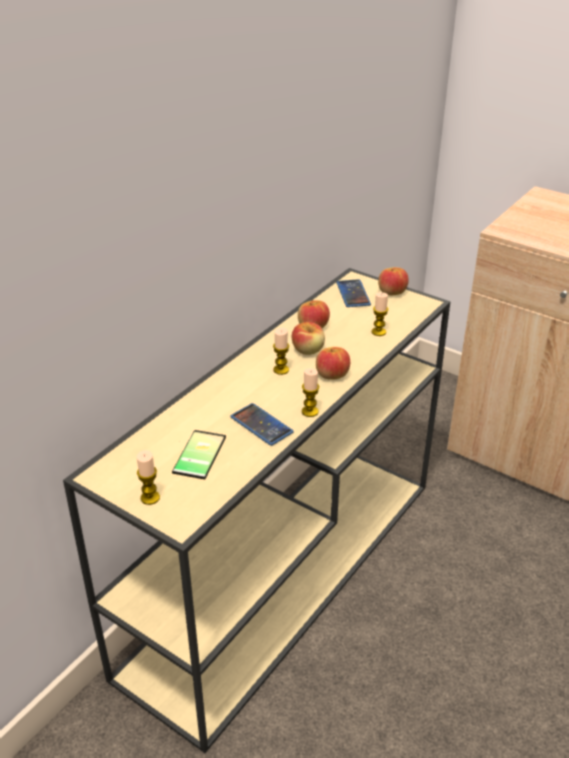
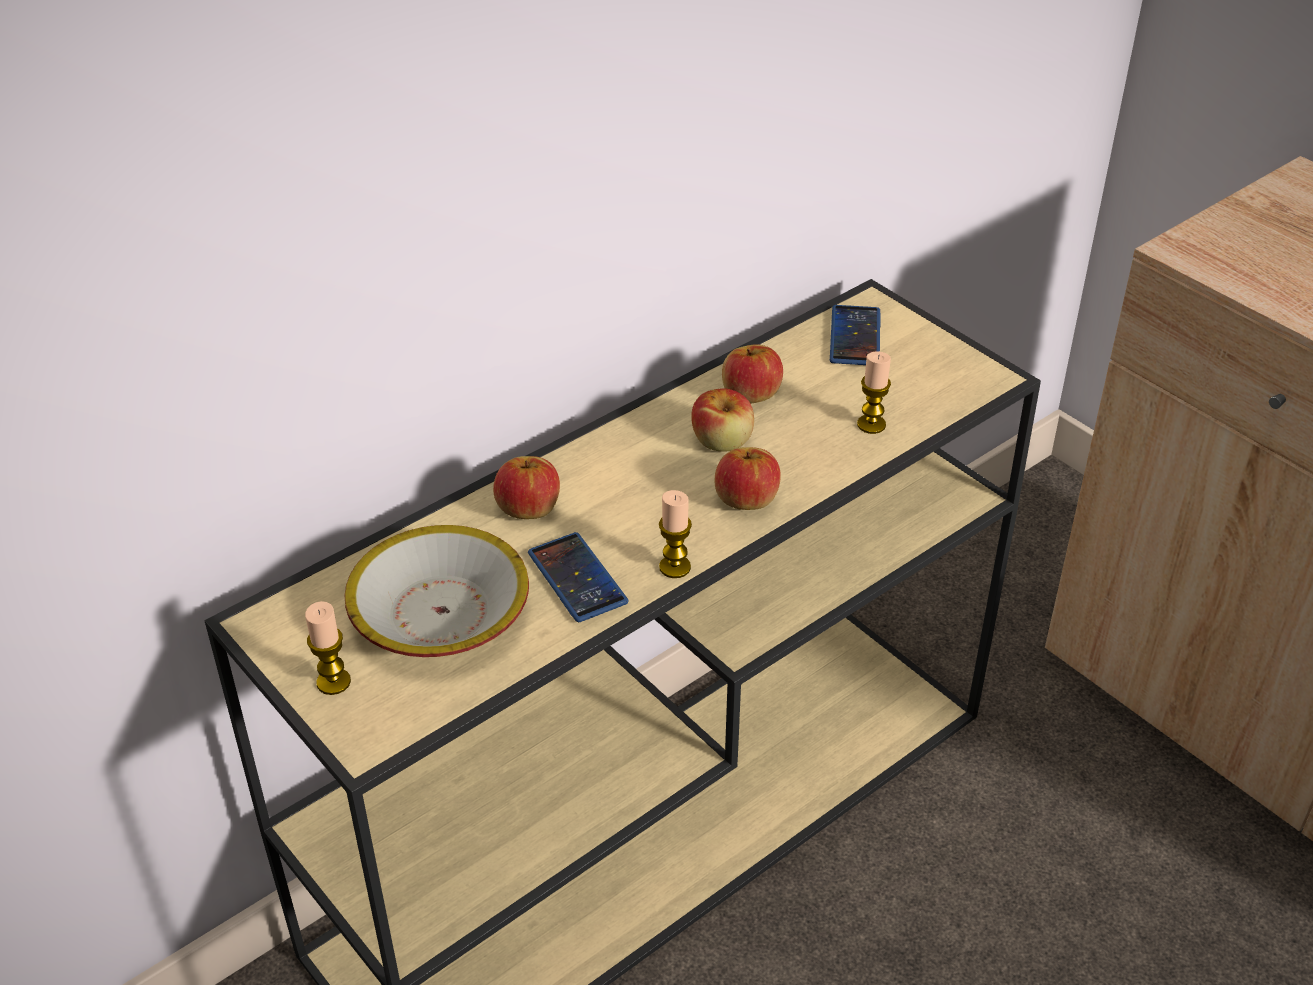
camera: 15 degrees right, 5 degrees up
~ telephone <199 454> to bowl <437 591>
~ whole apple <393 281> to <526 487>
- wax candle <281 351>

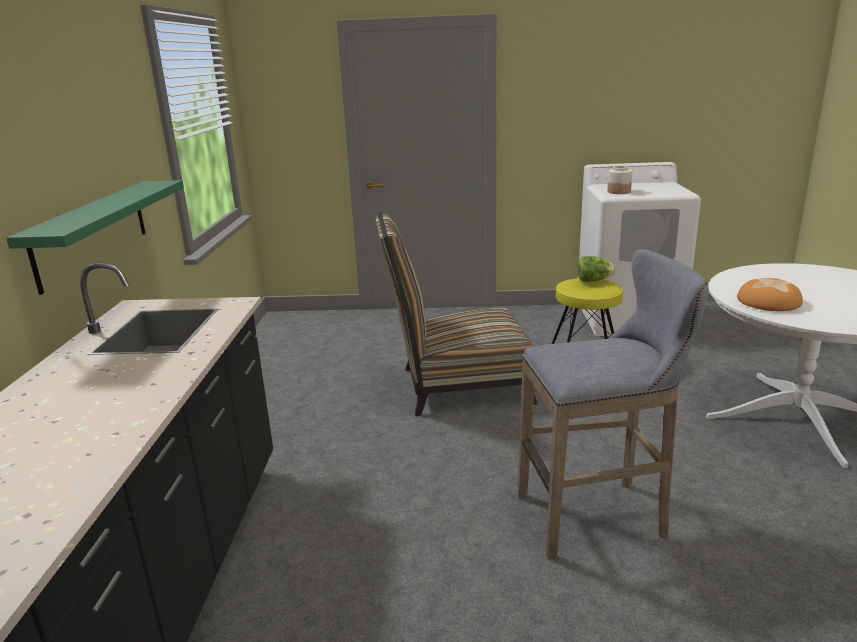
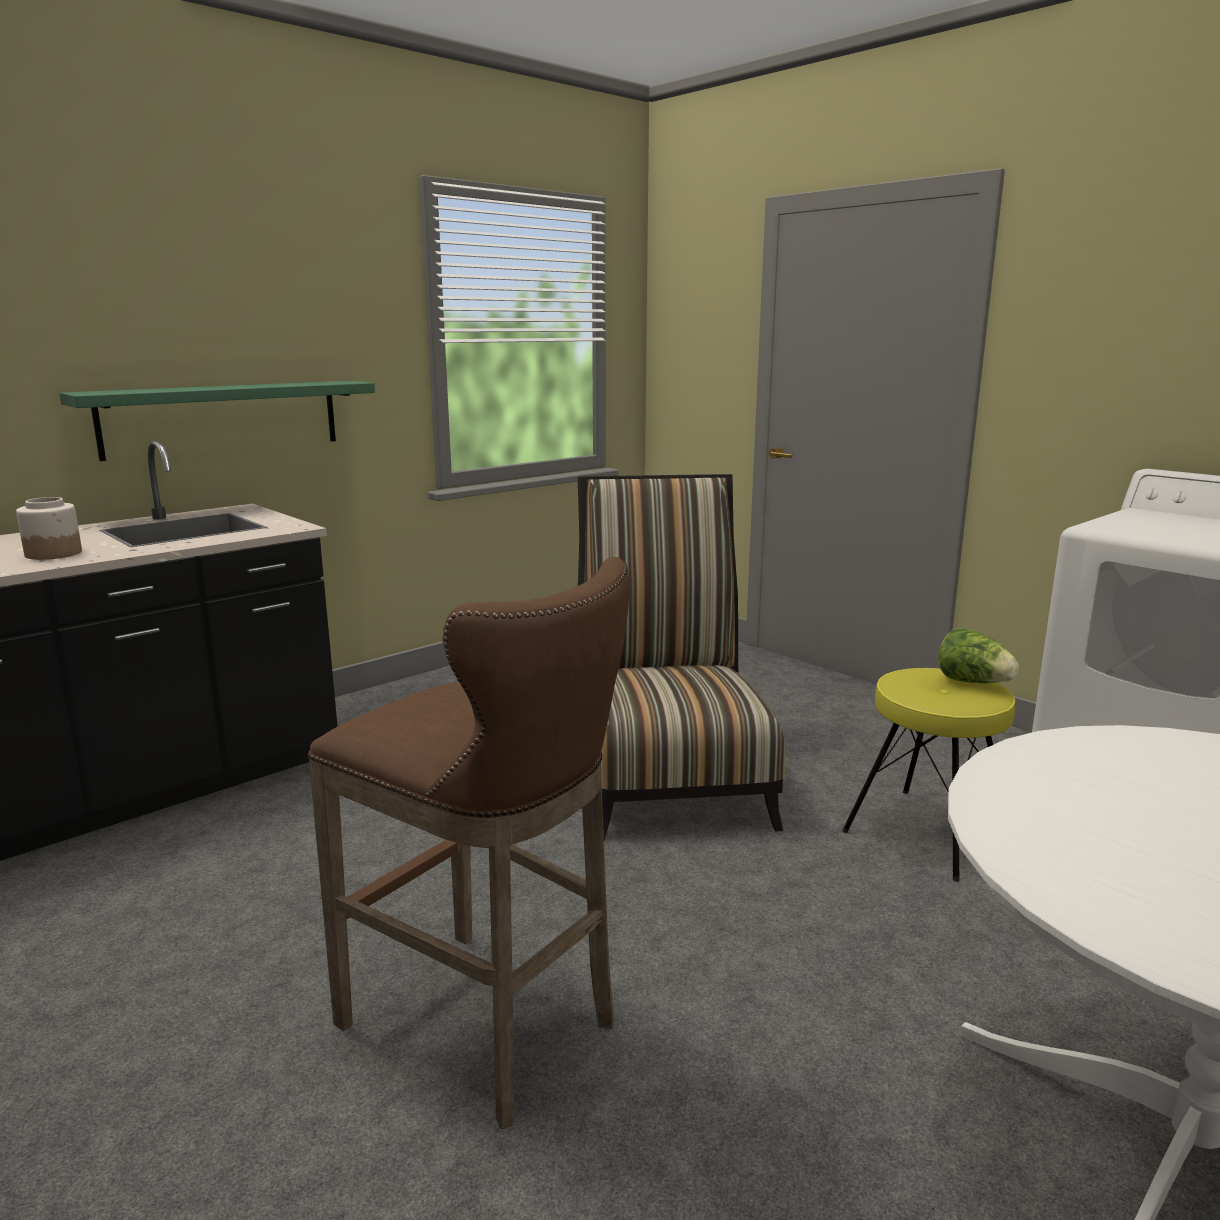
camera: 45 degrees right, 5 degrees down
~ jar <619 180> to <49 528>
~ stool seat (grey) <613 404> to stool seat (brown) <469 843>
~ chair <457 314> = <681 657> 45 degrees clockwise
- bread <770 294>

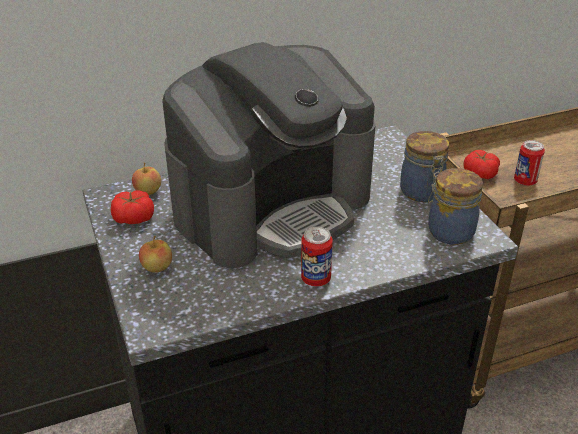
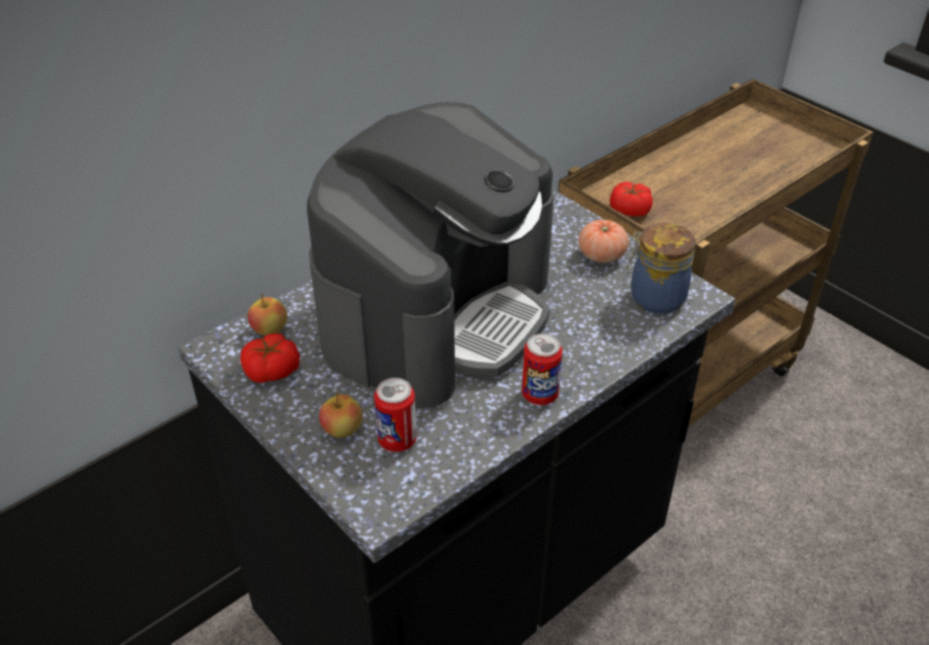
camera: 20 degrees left, 5 degrees up
~ can <529 163> to <395 415>
~ jar <424 166> to tomato <603 241>

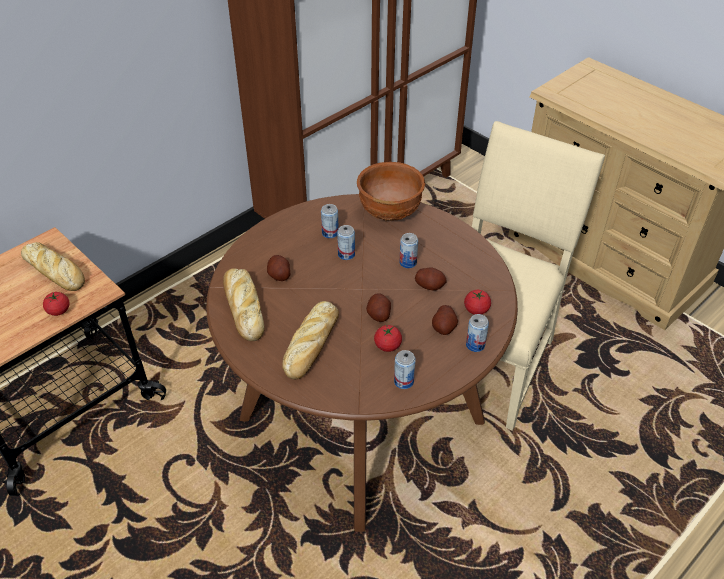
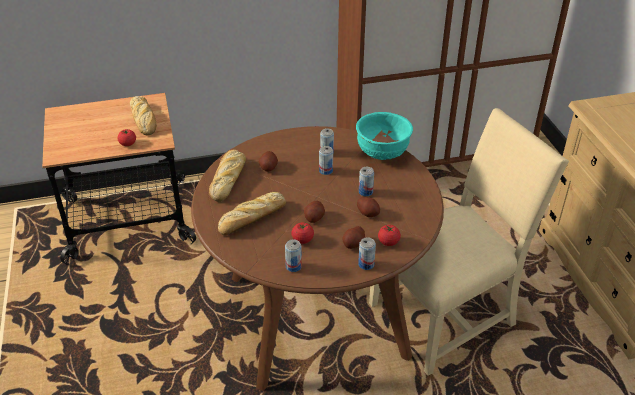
camera: 30 degrees right, 5 degrees down
~ bowl (brown) <391 191> to bowl (turquoise-coloured) <384 136>

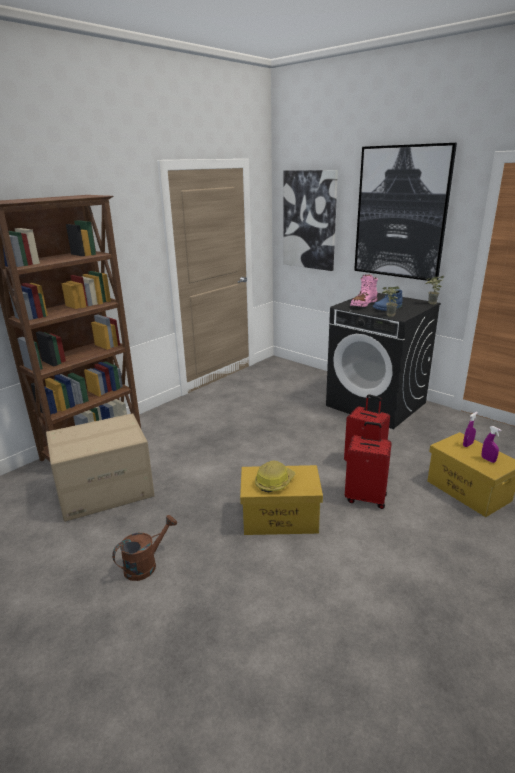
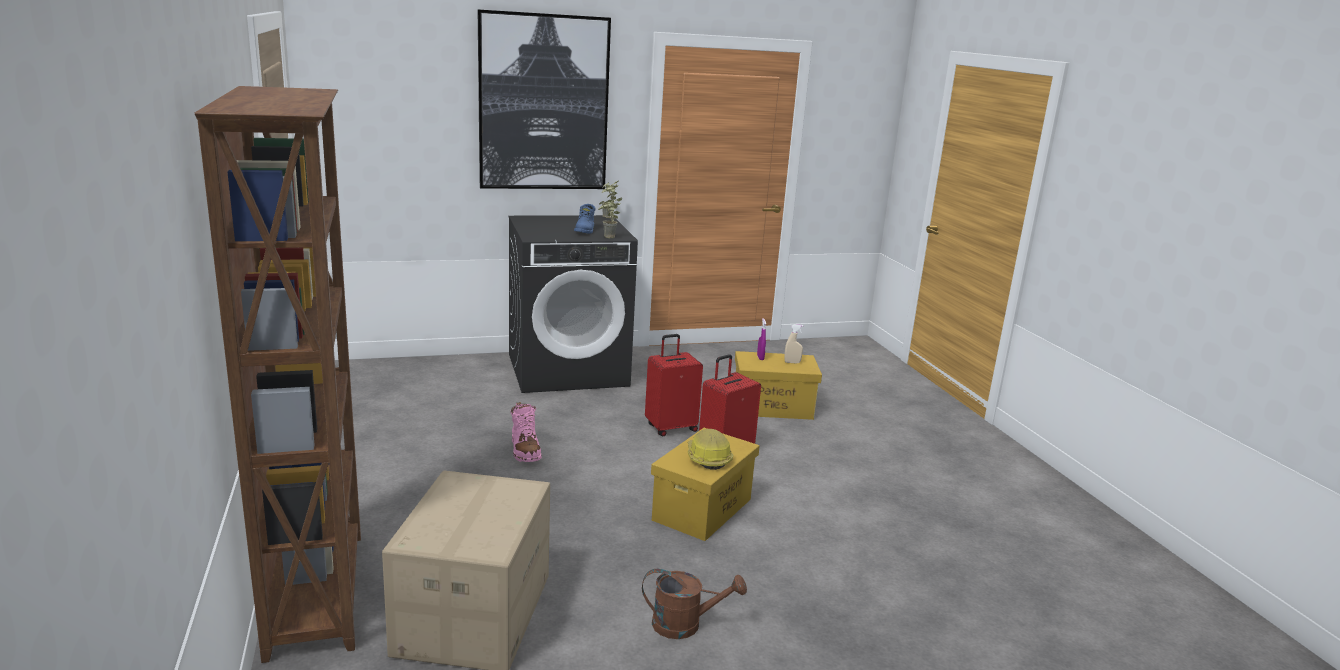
camera: 60 degrees left, 5 degrees down
~ tall boot (pink-coloured) <364 290> to <526 432>
~ watering can (brown) <144 548> = <694 604> 105 degrees clockwise
~ sprayer (purplish) <491 444> to sprayer (sand-coloured) <794 344>
- wall art <310 220>

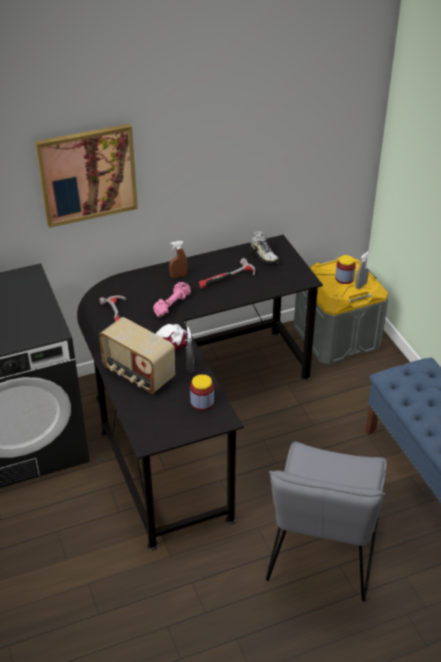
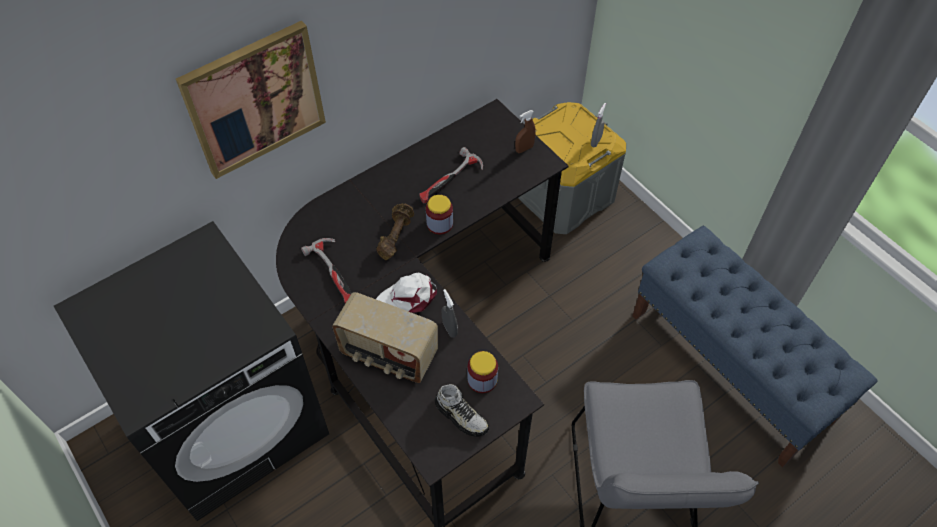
camera: 15 degrees left, 15 degrees up
~ dumbbell (pink-coloured) <172 299> to dumbbell (brown) <395 232>
~ jar <345 269> to <439 214>
~ item of footwear <264 249> to <462 410>
~ sprayer (brown) <178 259> to <525 131>

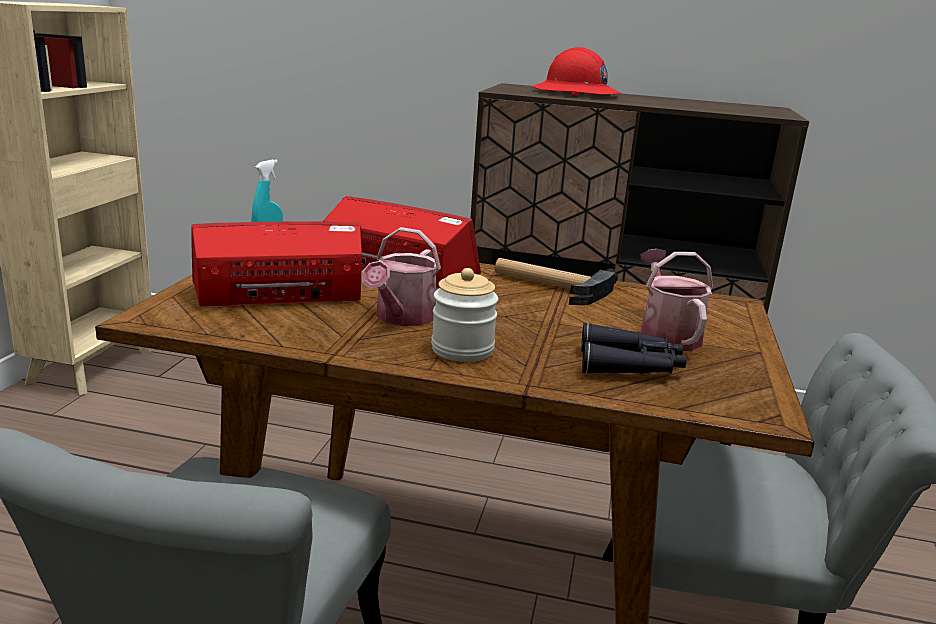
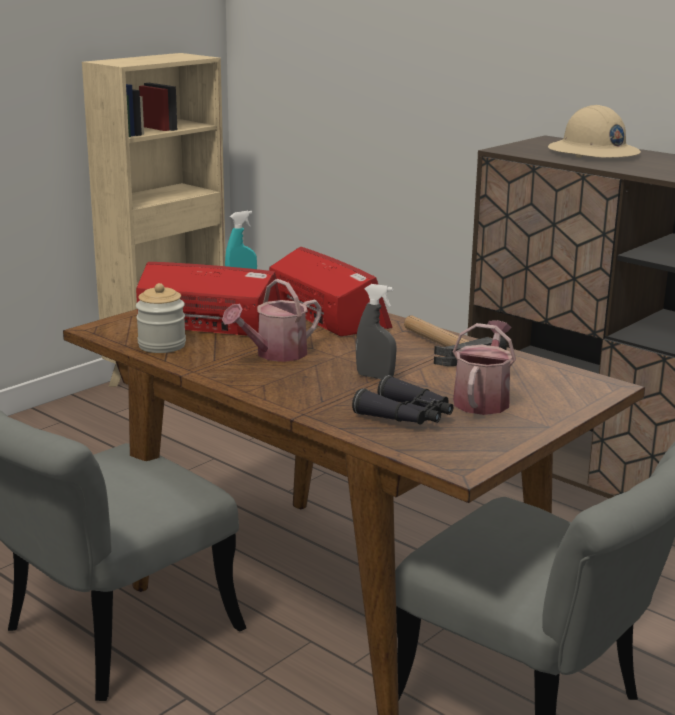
camera: 30 degrees right, 0 degrees up
~ jar <464 315> to <161 318>
+ sprayer (grey) <376 331>
~ work helmet (red) <576 71> to work helmet (sand-coloured) <594 131>

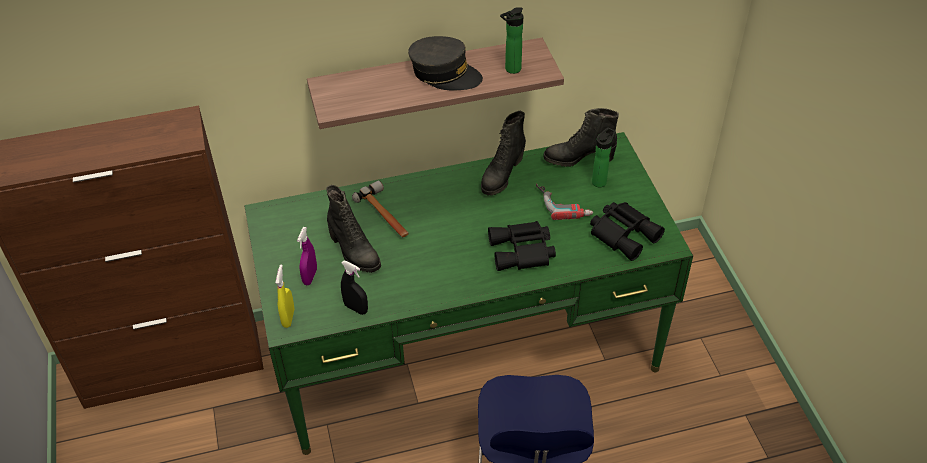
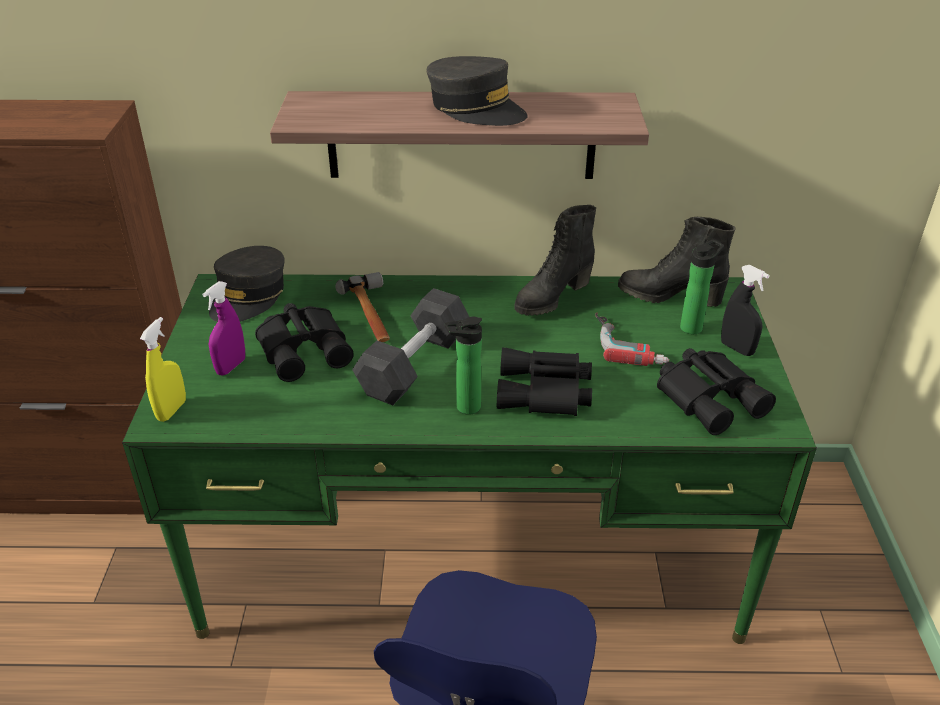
camera: 15 degrees right, 10 degrees down
+ cap (grey) <247 284>
~ tall boot (black-coloured) <353 229> to binoculars (black-coloured) <304 342>
+ dumbbell (grey) <410 346>
~ beverage bottle <511 40> to <463 365>
~ sprayer (black-coloured) <354 288> to <745 310>

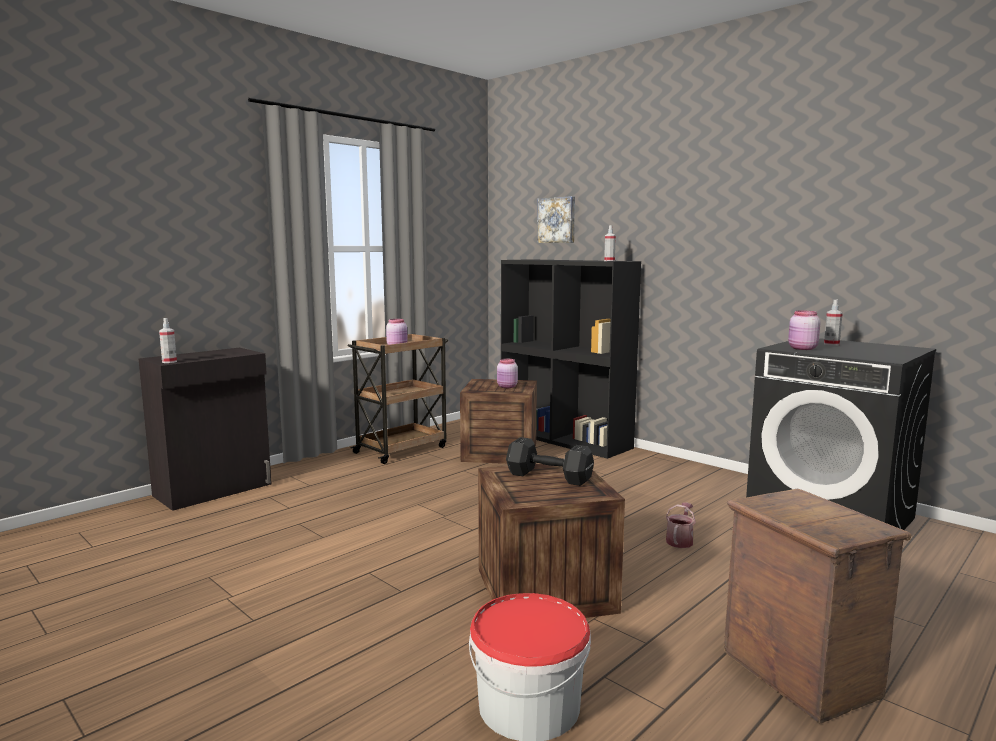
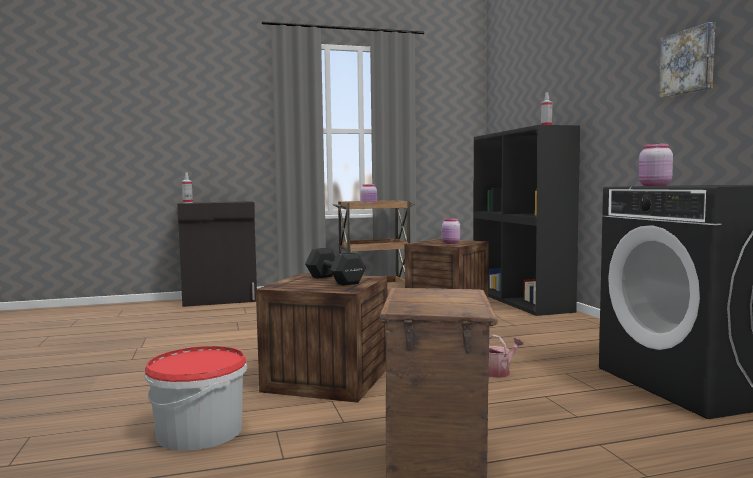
camera: 30 degrees right, 5 degrees down
~ wall art <556 219> to <687 60>
- sprayer <833 323>

